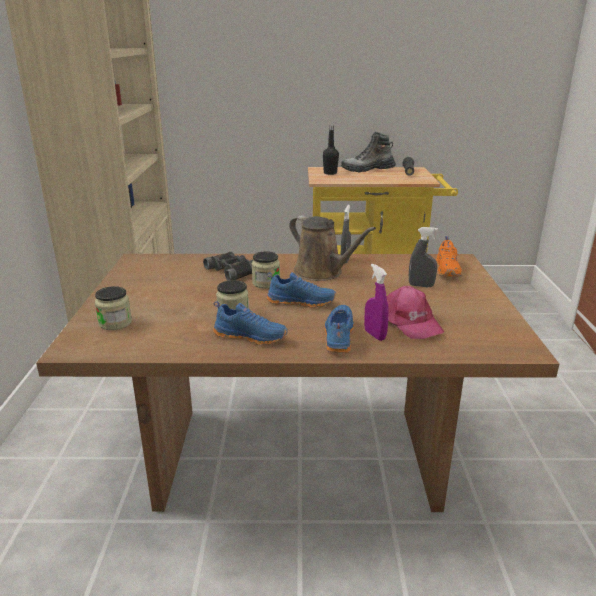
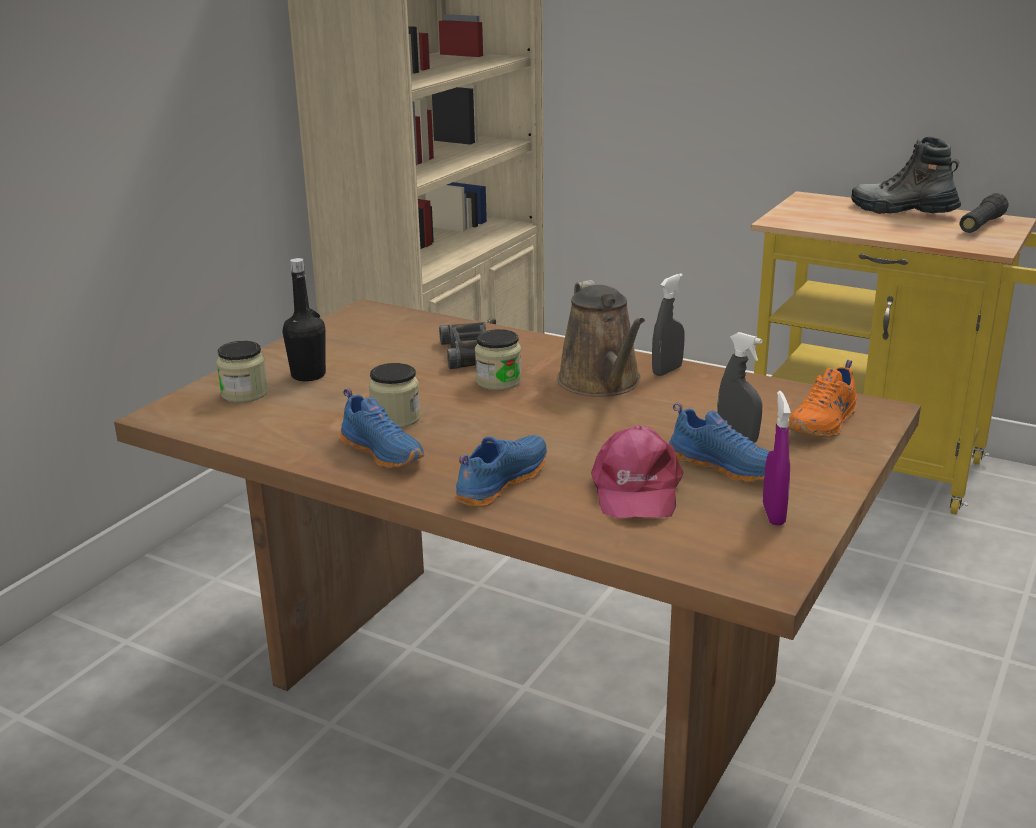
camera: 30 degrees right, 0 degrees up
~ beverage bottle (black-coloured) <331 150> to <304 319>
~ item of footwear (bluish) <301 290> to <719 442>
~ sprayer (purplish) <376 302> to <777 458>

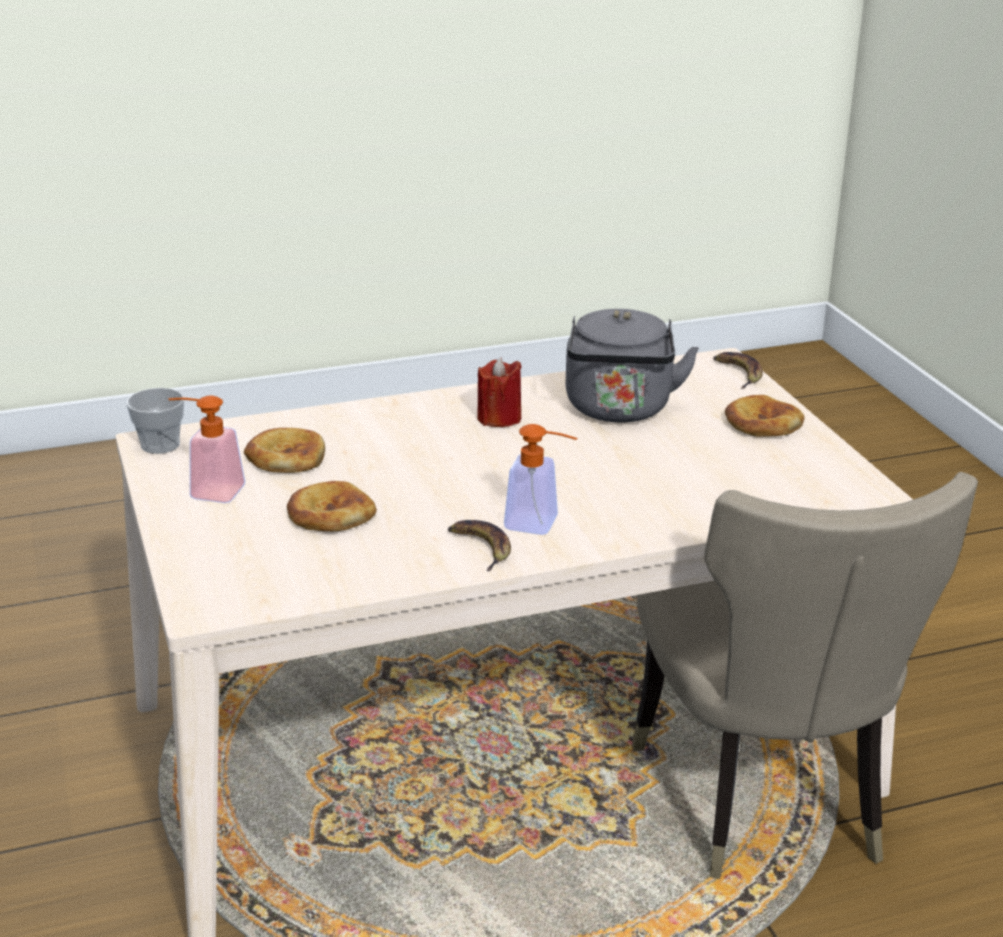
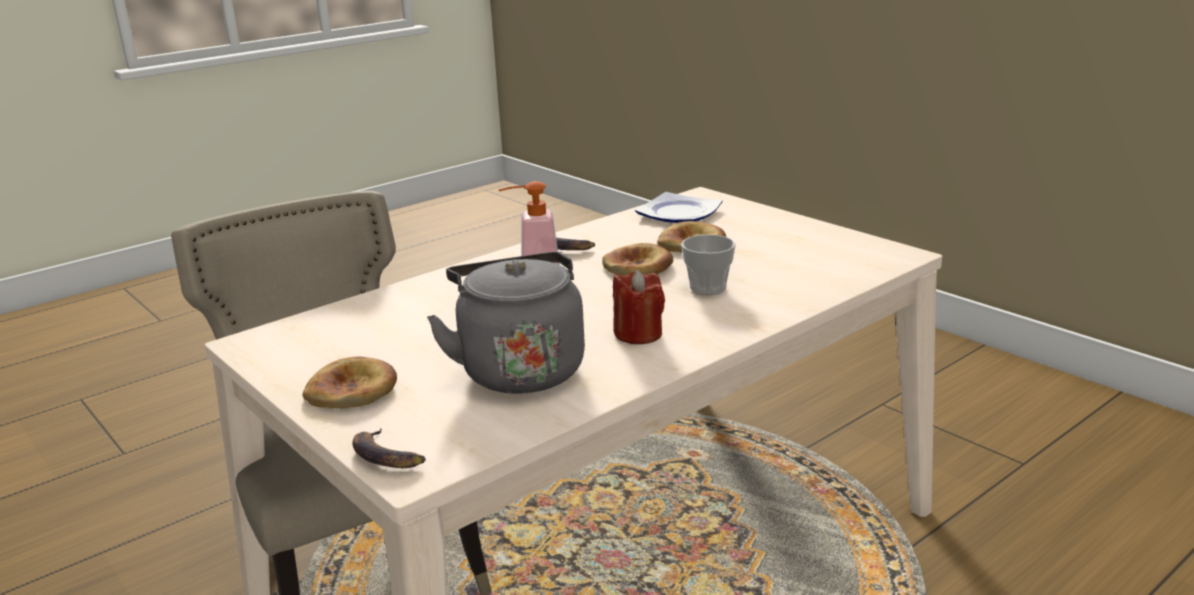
camera: 160 degrees right, 5 degrees down
~ bread <284 450> to <637 259>
+ dinner plate <679 207>
~ small cup <155 421> to <708 264>
- soap bottle <206 449>

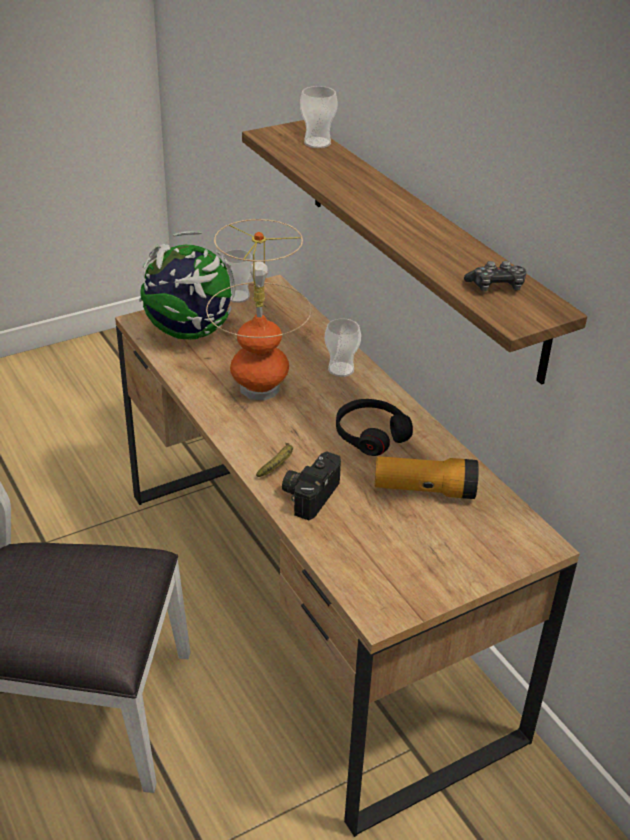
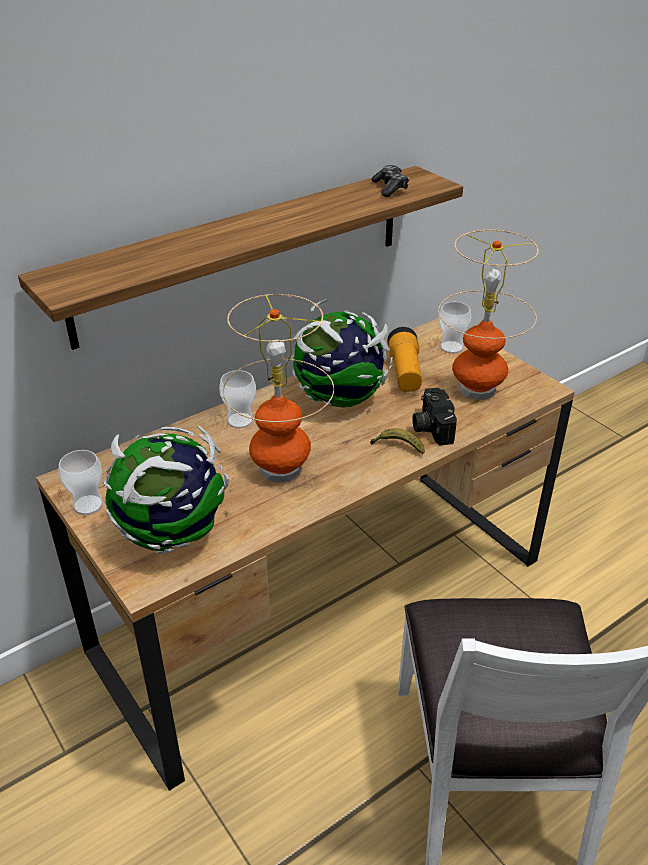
camera: 95 degrees left, 0 degrees up
~ pair of headphones (black-coloured) <374 427> to world globe <342 353>
~ still camera <311 485> = <434 416> 60 degrees clockwise
+ table lamp <488 315>
~ small cup <319 117> to <455 327>

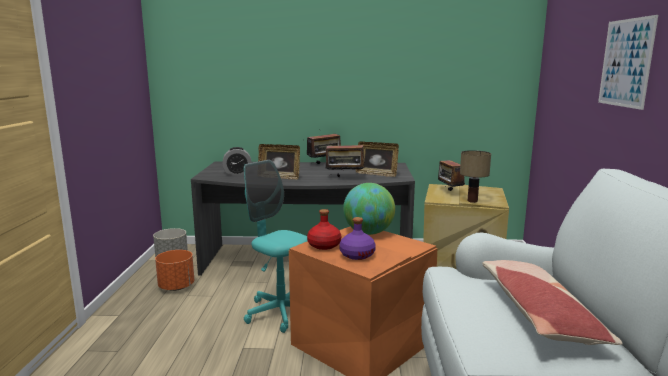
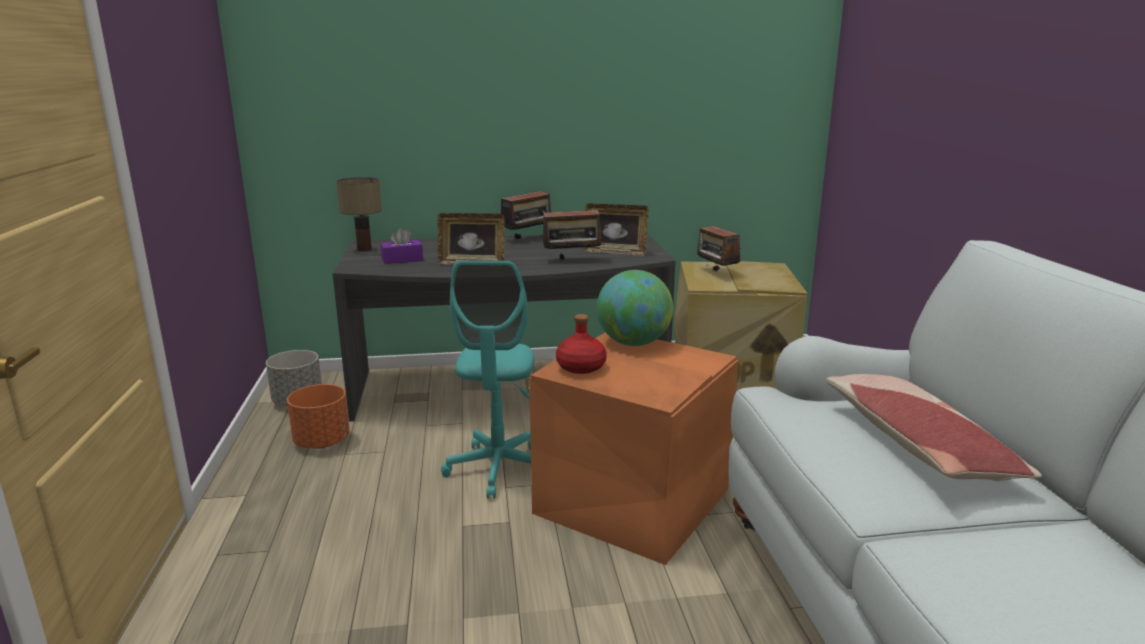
camera: 10 degrees left, 5 degrees up
~ table lamp <475 176> to <359 214>
~ table clock <237 161> to box of tissues (purplish) <402 246>
~ office chair (turquoise-coloured) <275 246> = <487 379> 120 degrees counterclockwise
- beverage bottle (purplish) <357 238>
- wall art <628 62>

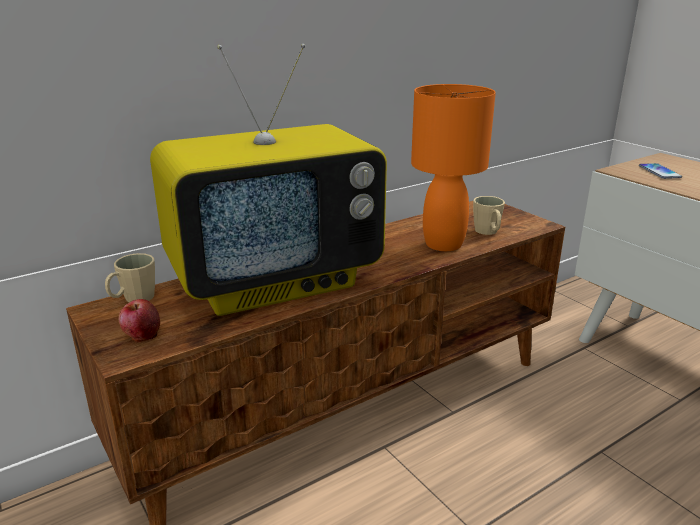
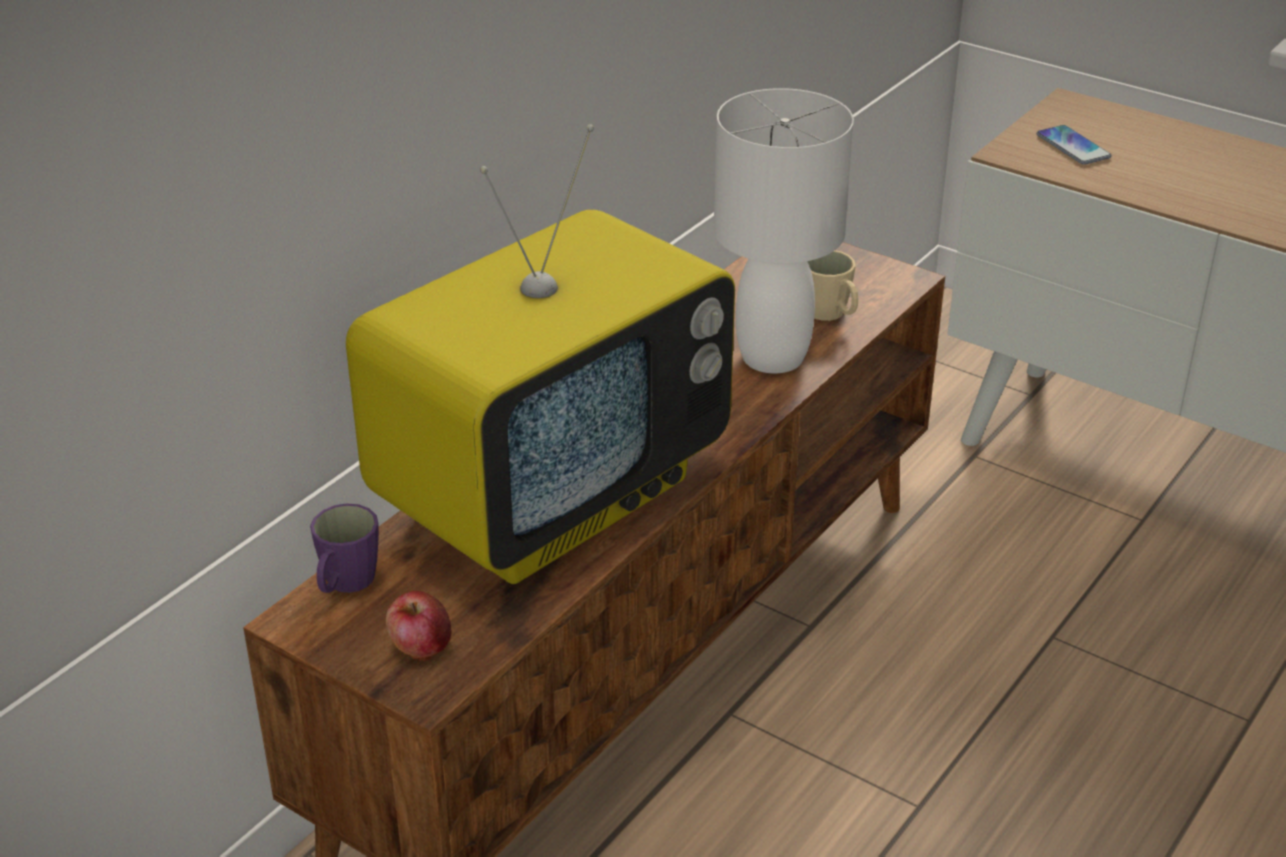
camera: 20 degrees left, 10 degrees up
~ tea mug (sand-coloured) <130 278> to tea mug (purplish) <344 548>
~ table lamp (orange-coloured) <453 167> to table lamp (white) <784 230>

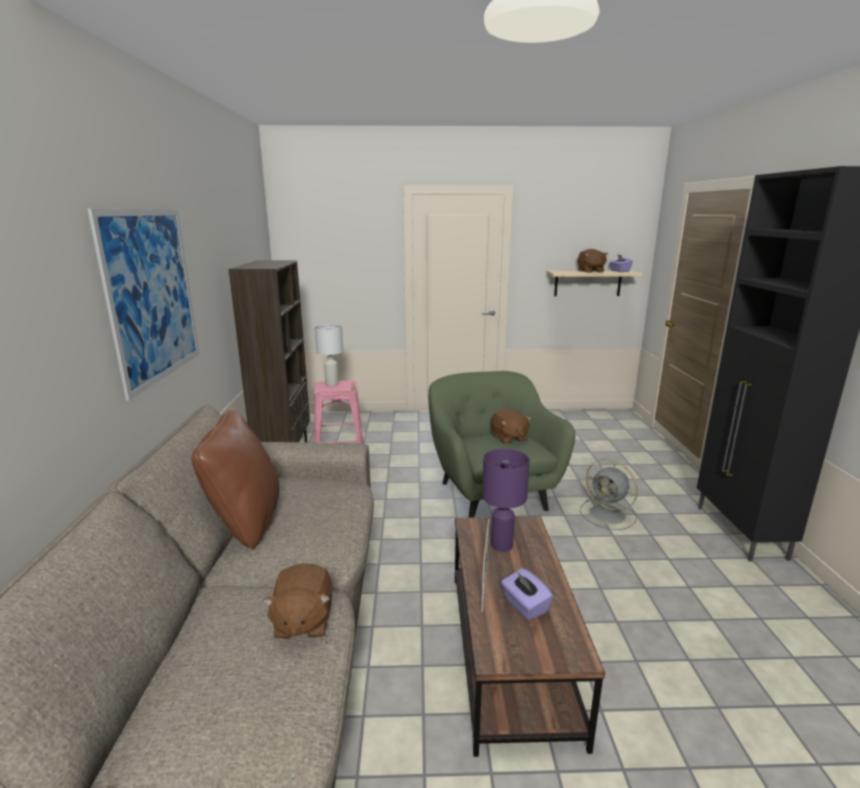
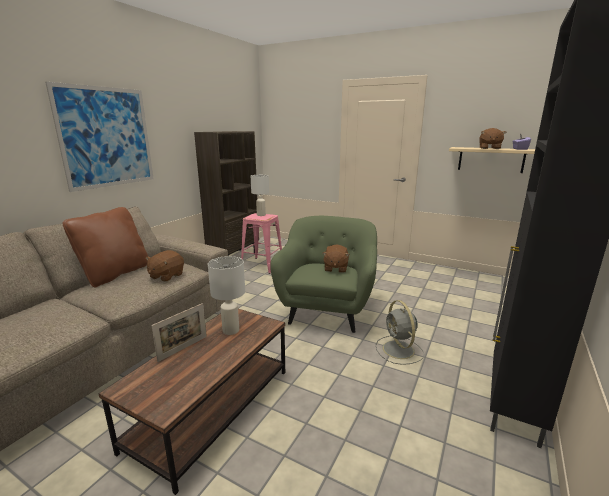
camera: 30 degrees right, 0 degrees up
~ plush toy (brown) <297 601> to <165 266>
~ table lamp (purplish) <506 500> to table lamp (white) <226 295>
- box of tissues (purplish) <527 594>

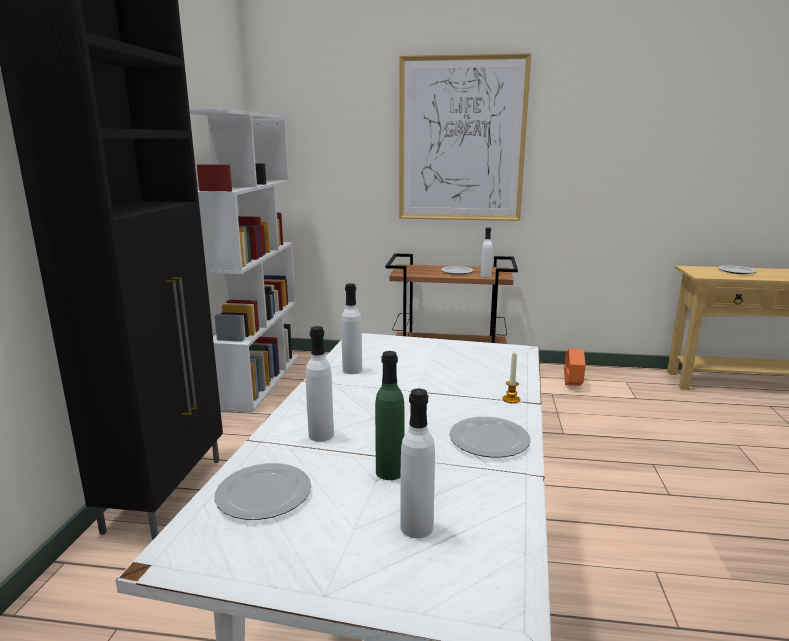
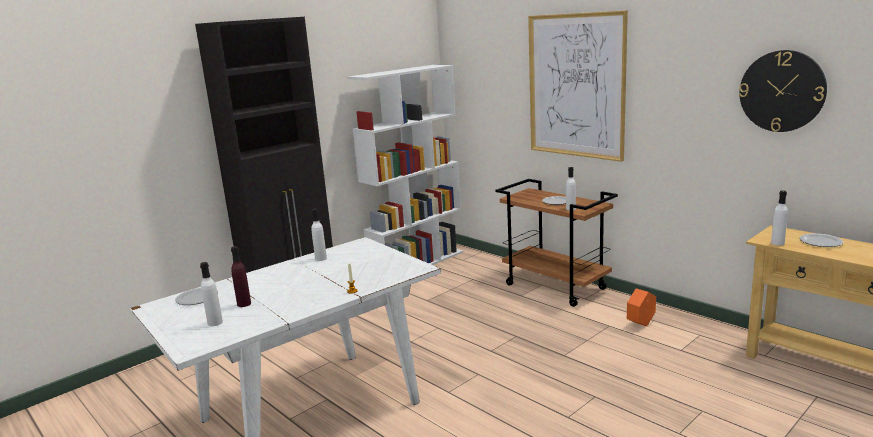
camera: 40 degrees right, 0 degrees up
~ beverage bottle (green-coloured) <390 415> to beverage bottle (purplish) <241 276>
+ wall clock <783 91>
~ beverage bottle (white) <320 384> to <779 218>
- dinner plate <489 437>

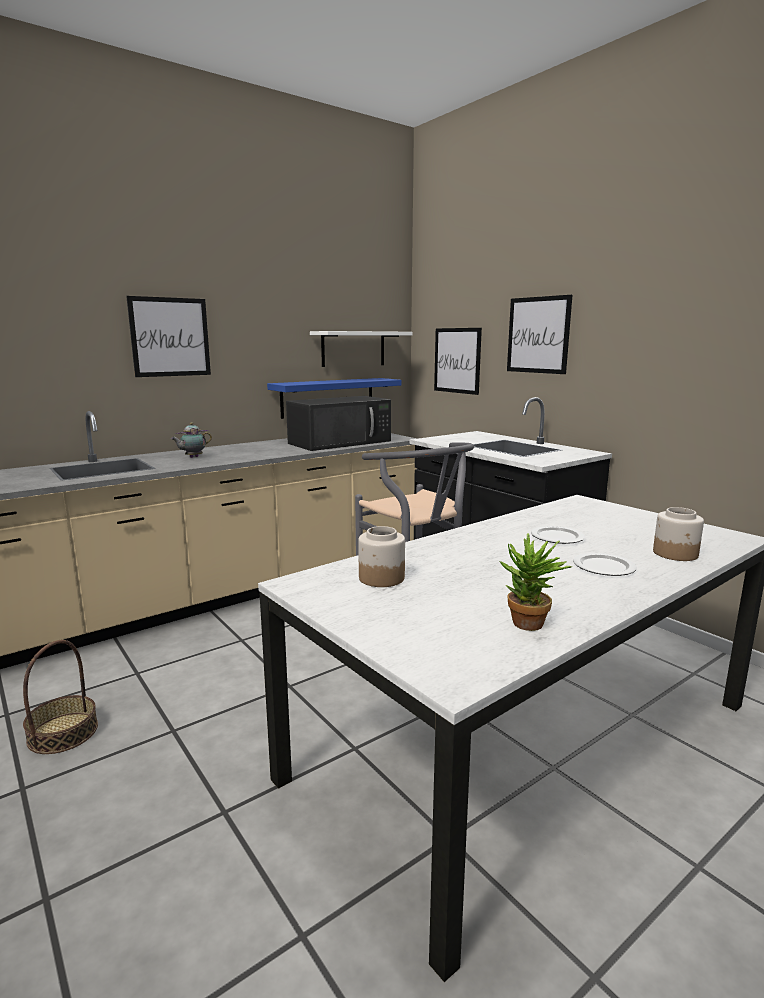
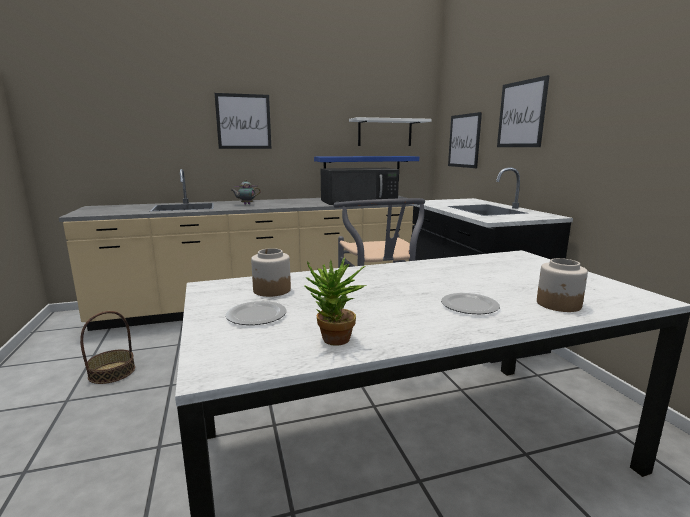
camera: 20 degrees right, 0 degrees up
~ dinner plate <558 535> to <256 313>

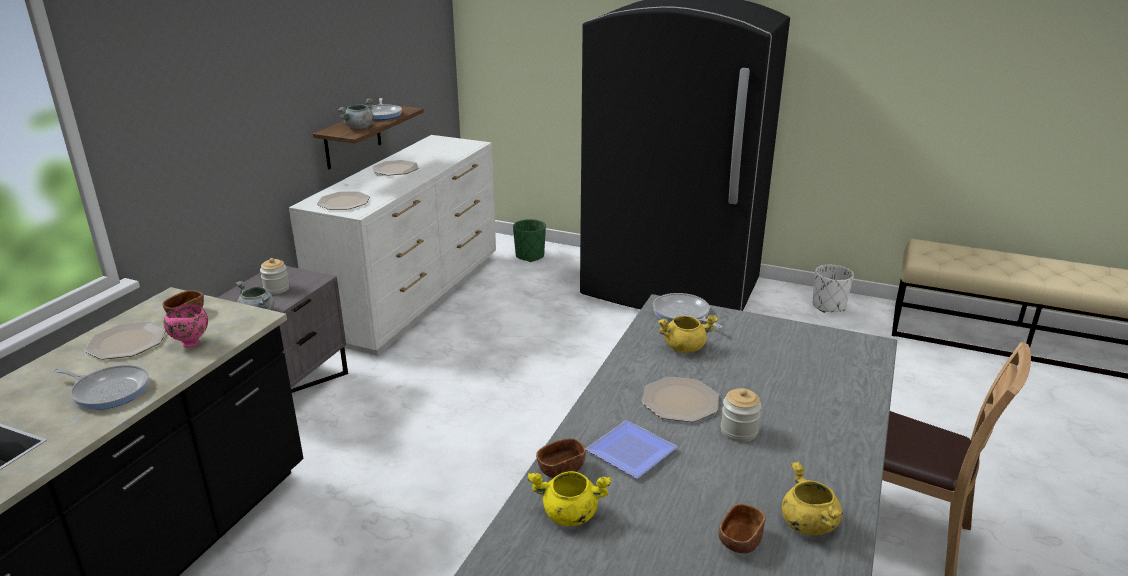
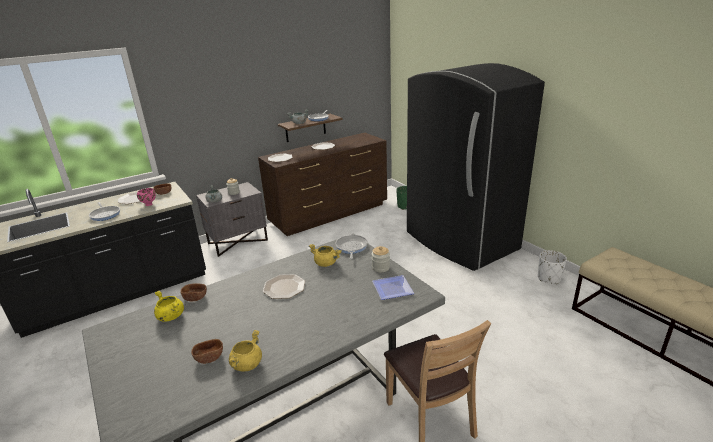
camera: 35 degrees right, 0 degrees up
~ drawer chest (white) <392 245> to drawer chest (brown) <322 184>
~ jar <741 415> to <381 259>
~ dinner plate <631 449> to <393 287>

